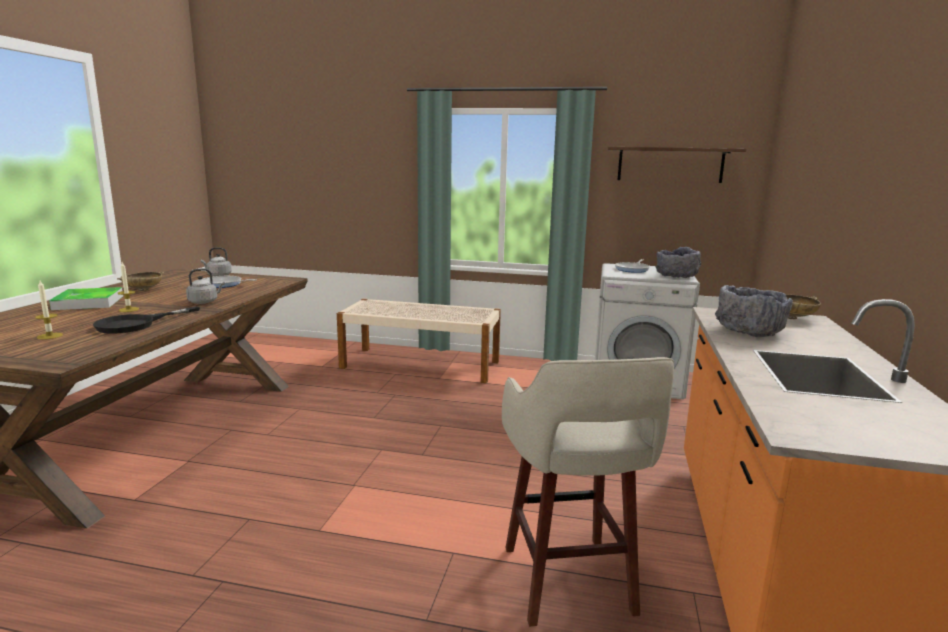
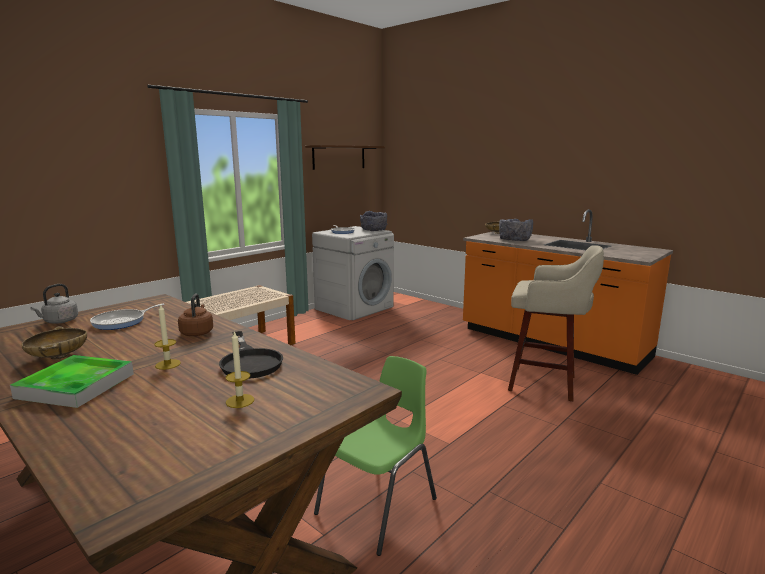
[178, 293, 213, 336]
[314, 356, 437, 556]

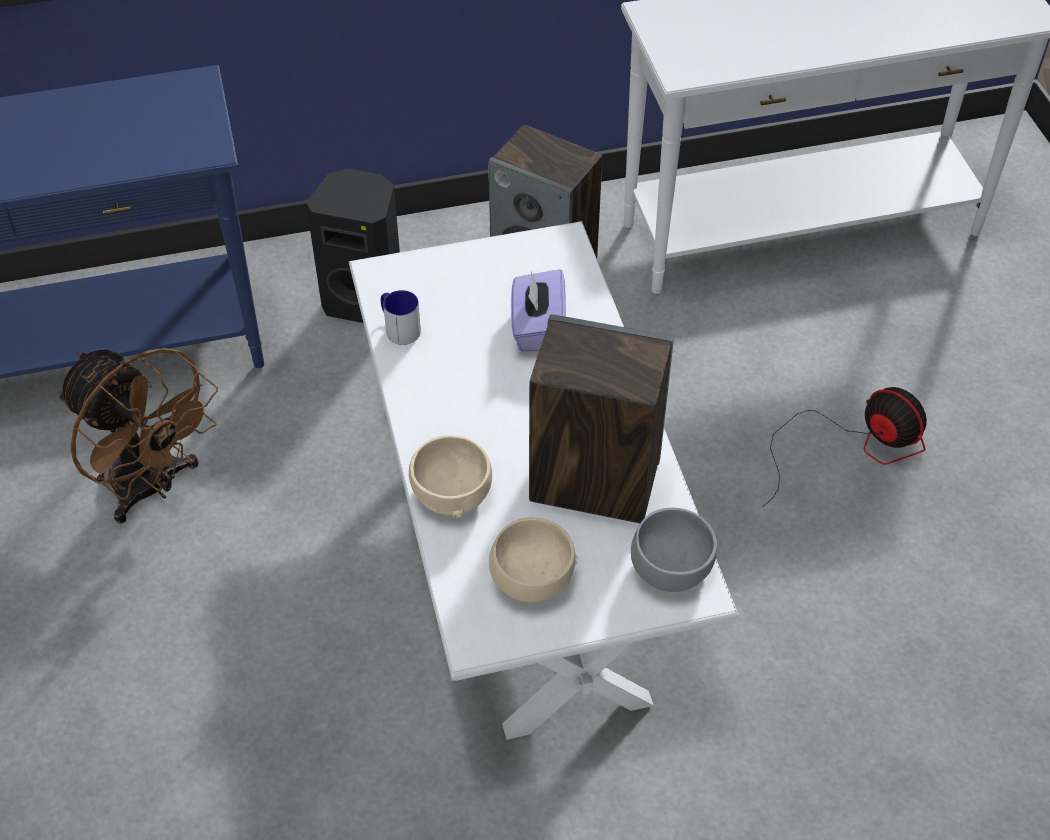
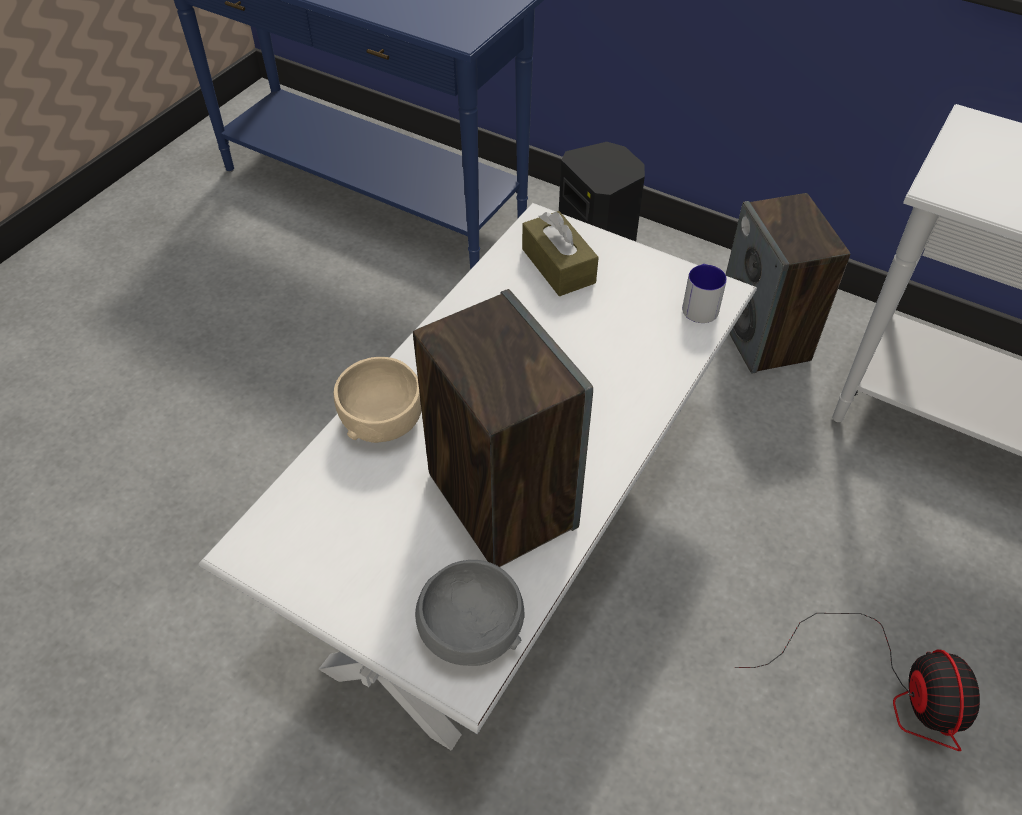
[522, 211, 599, 296]
[682, 264, 727, 323]
[58, 348, 218, 524] (first image)
[489, 517, 578, 602] (first image)
[511, 269, 566, 351] (first image)

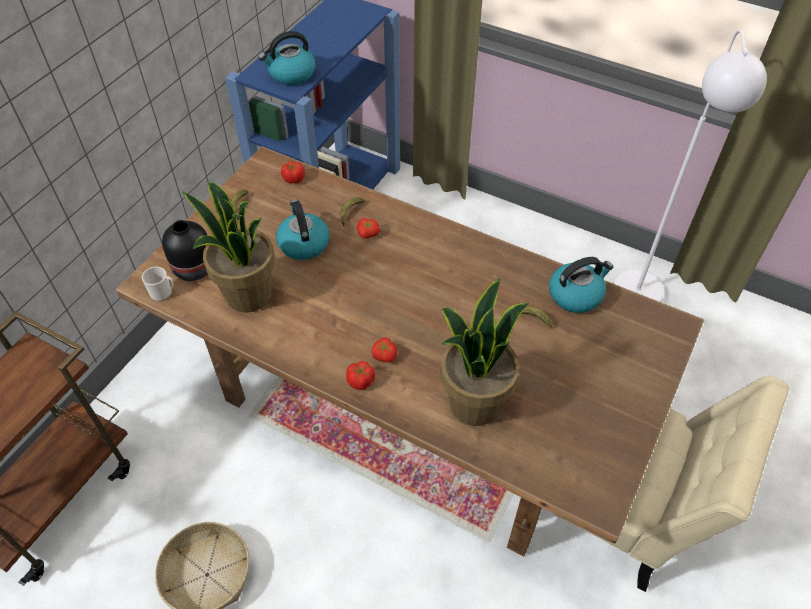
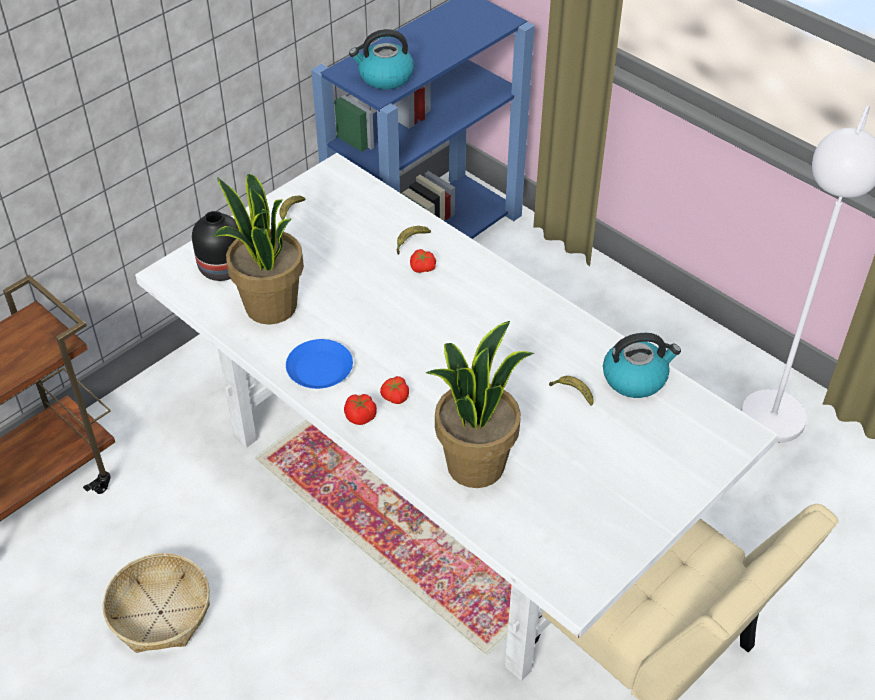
[135, 153, 778, 681]
[286, 339, 353, 389]
[142, 267, 174, 301] (first image)
[276, 200, 330, 260] (first image)
[281, 161, 305, 184] (first image)

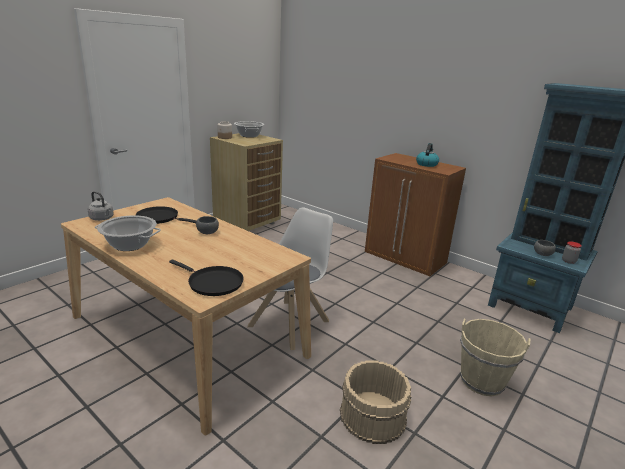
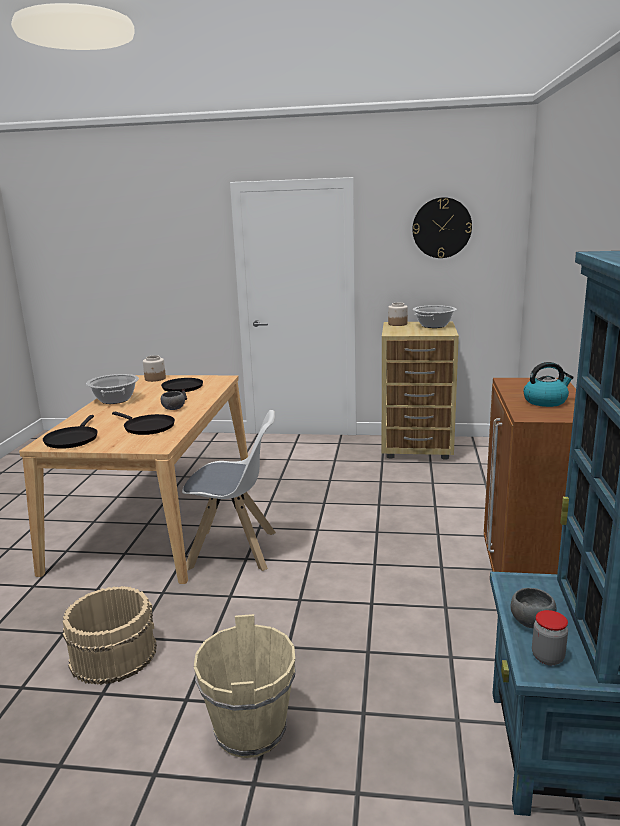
[112, 412, 175, 435]
[143, 355, 166, 382]
[412, 197, 472, 258]

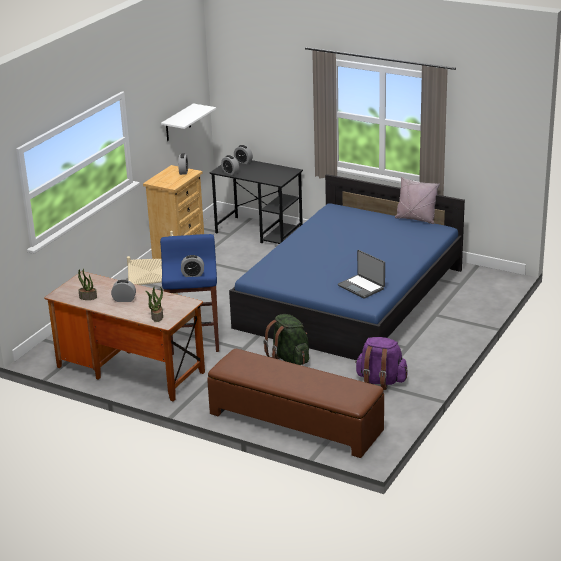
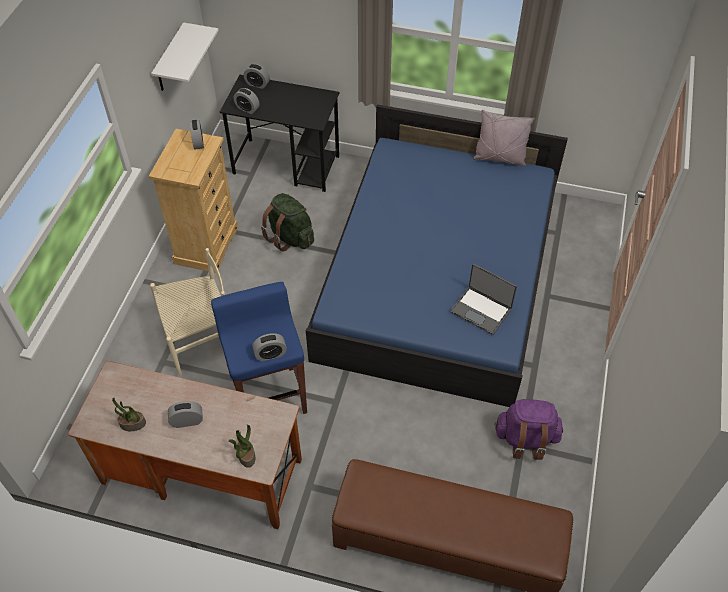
[261, 193, 314, 252]

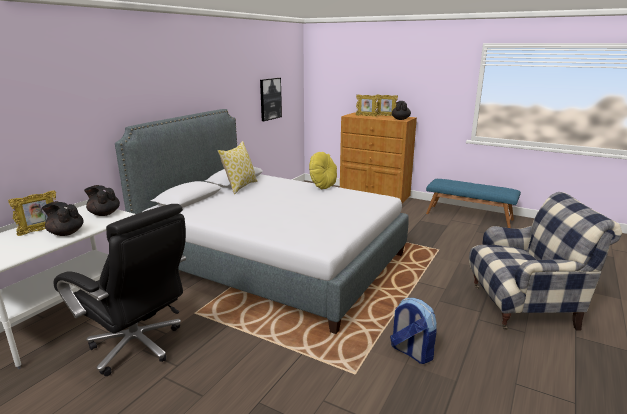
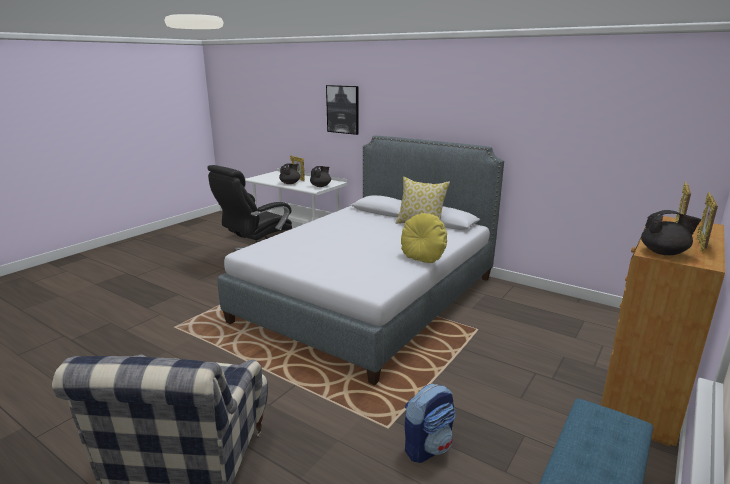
[326, 85, 359, 135]
[405, 384, 456, 463]

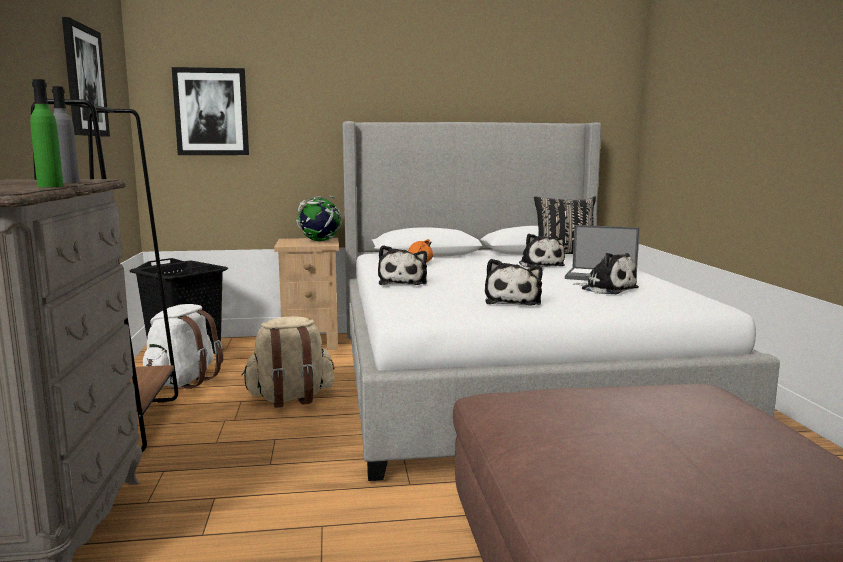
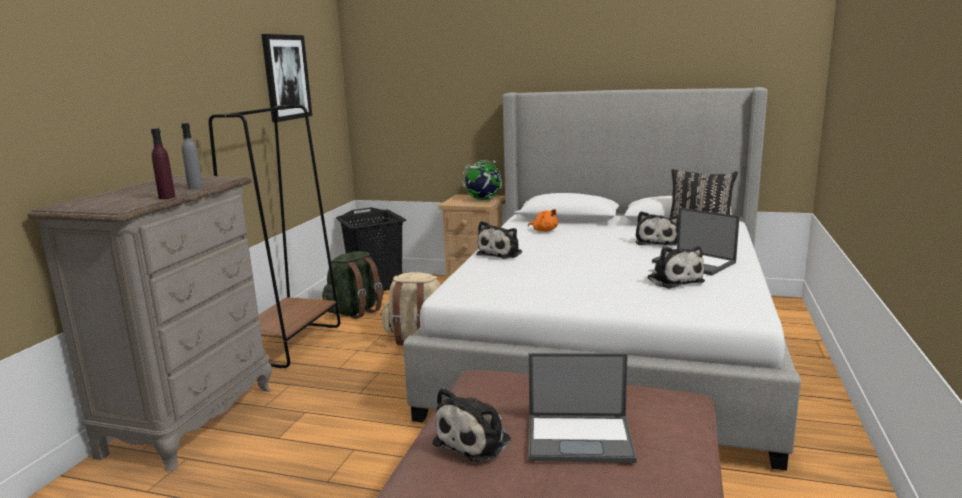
[151, 128, 175, 199]
[322, 251, 384, 319]
[433, 387, 511, 462]
[528, 353, 637, 463]
[172, 67, 249, 155] (first image)

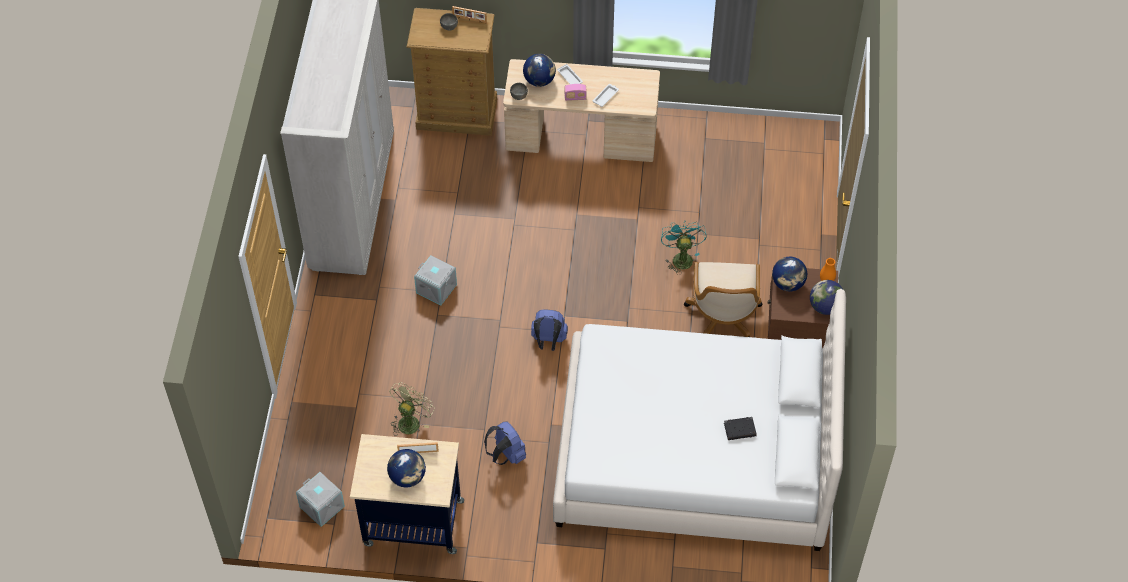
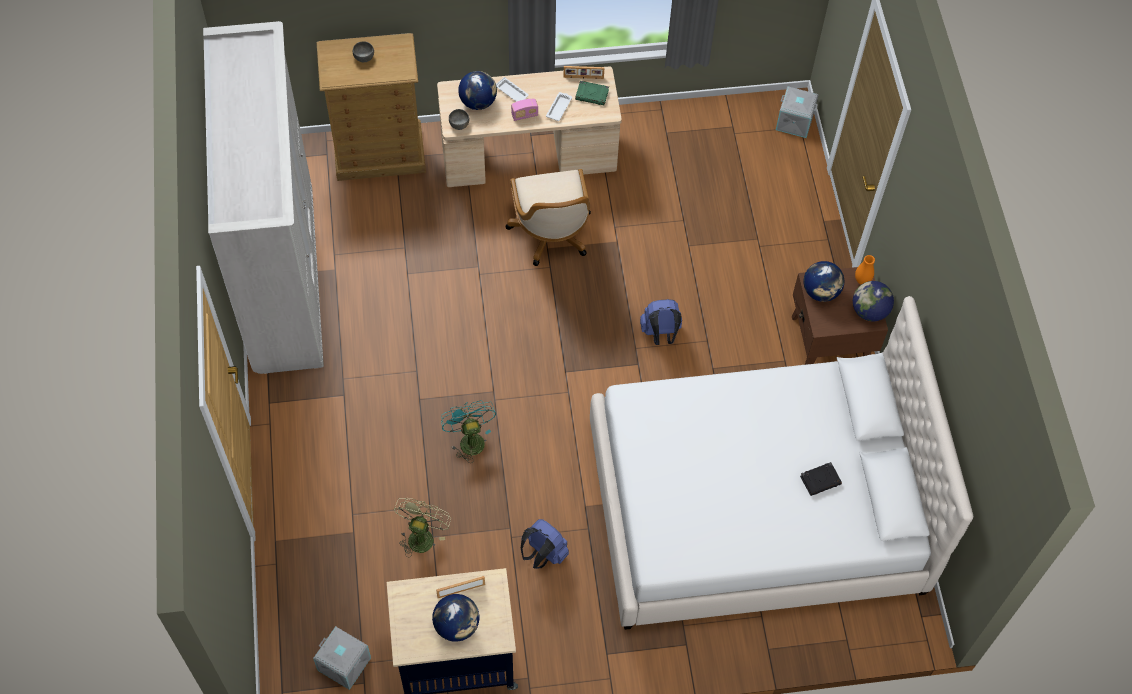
[441, 400, 496, 463]
[506, 169, 591, 266]
[563, 66, 604, 79]
[575, 81, 609, 105]
[640, 299, 682, 345]
[776, 86, 819, 138]

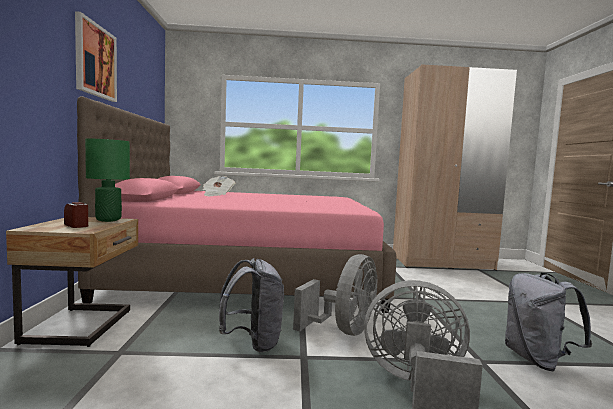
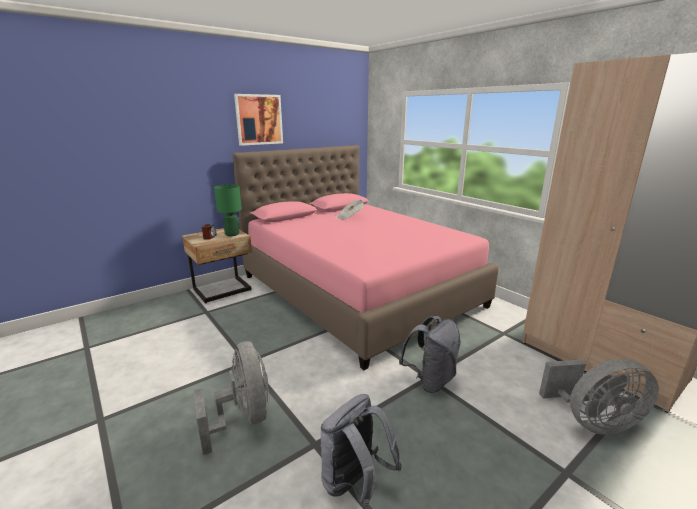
[399, 316, 461, 393]
[539, 359, 659, 435]

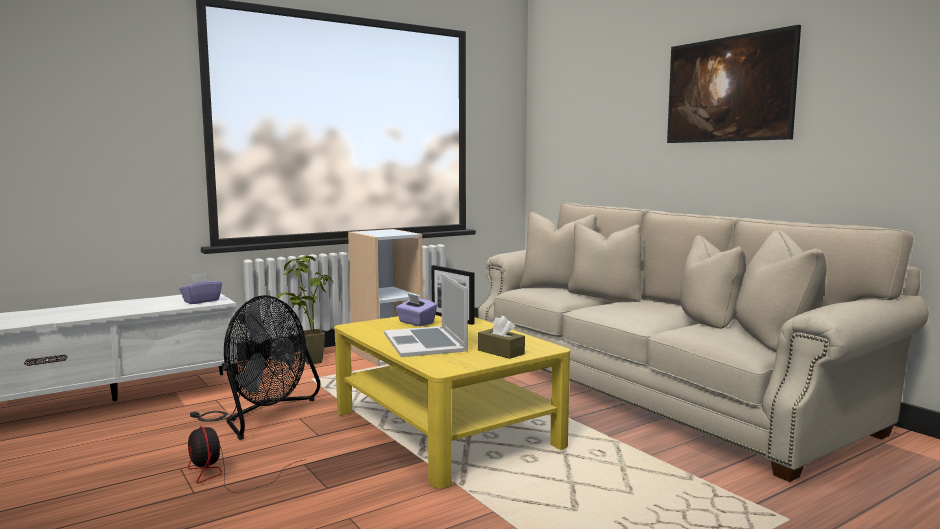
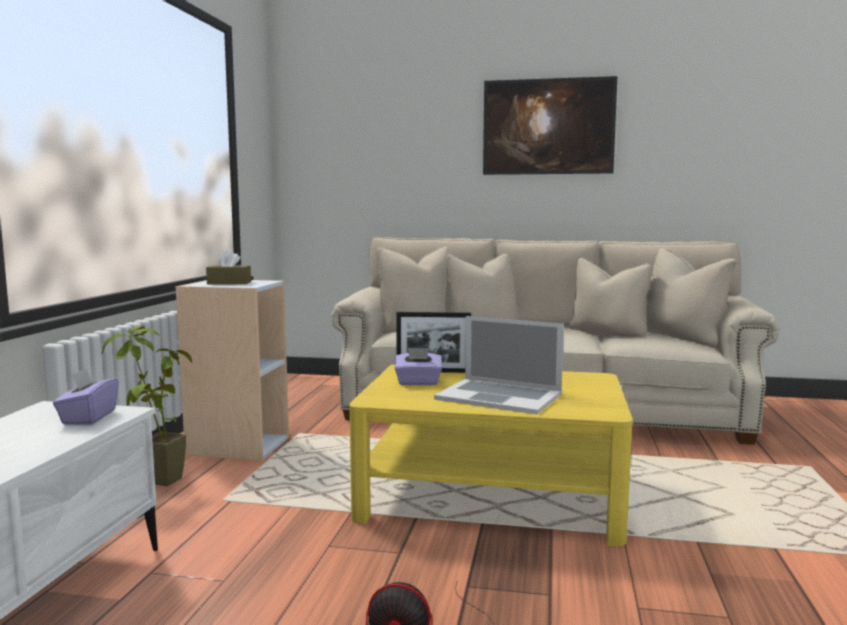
[206, 249, 251, 284]
[190, 295, 320, 440] (first image)

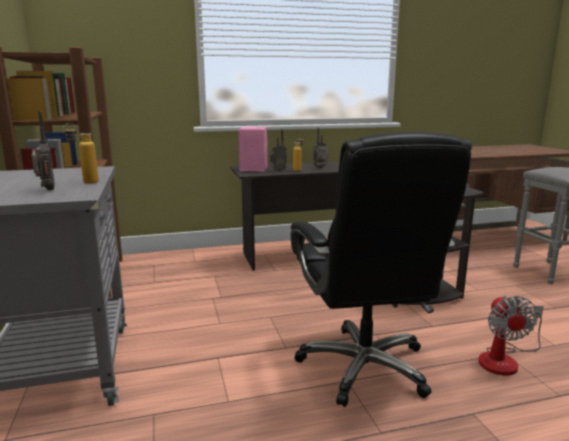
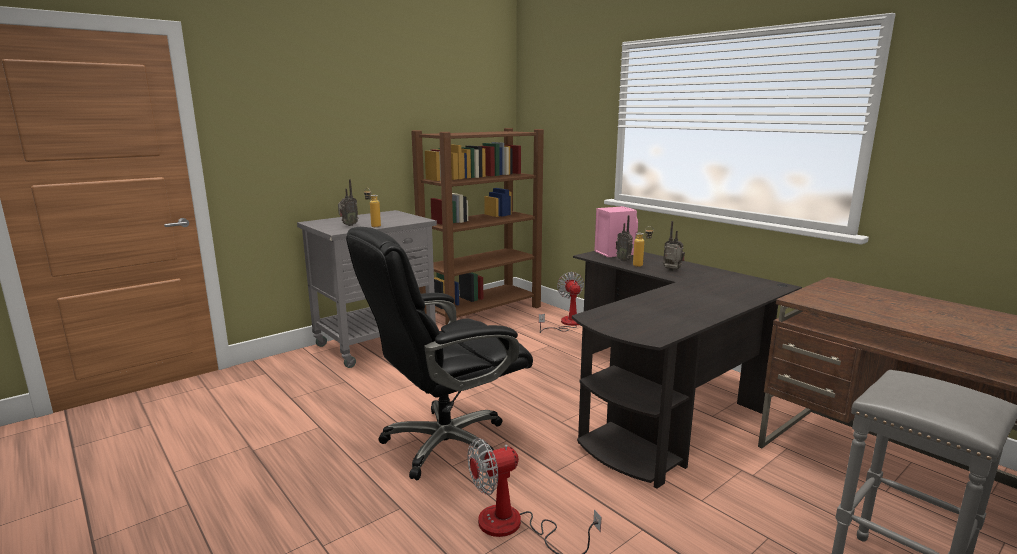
[539, 272, 584, 333]

